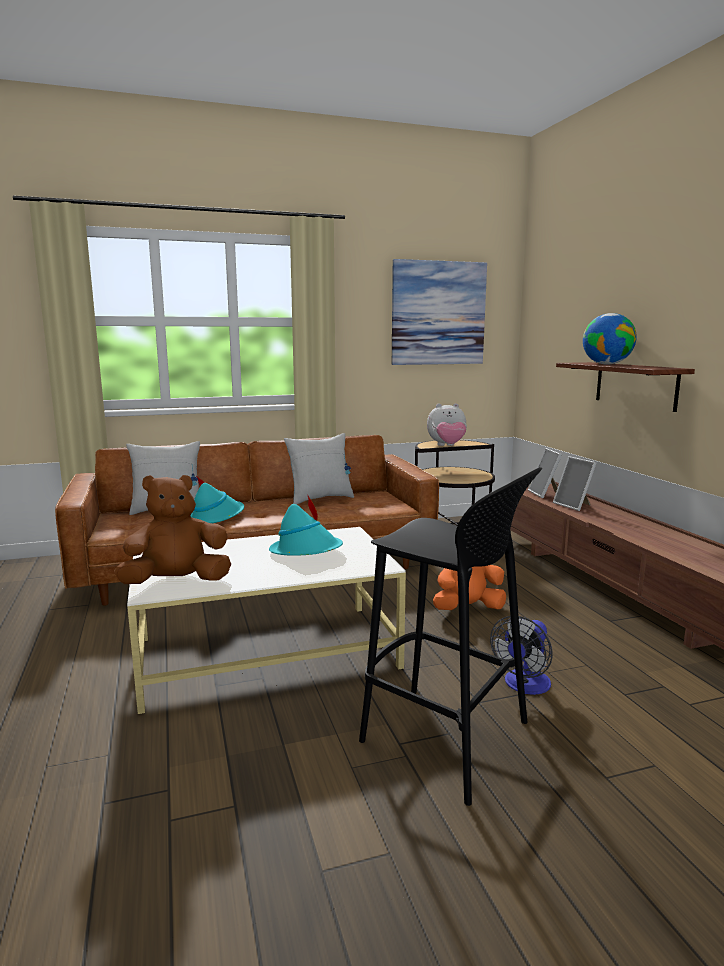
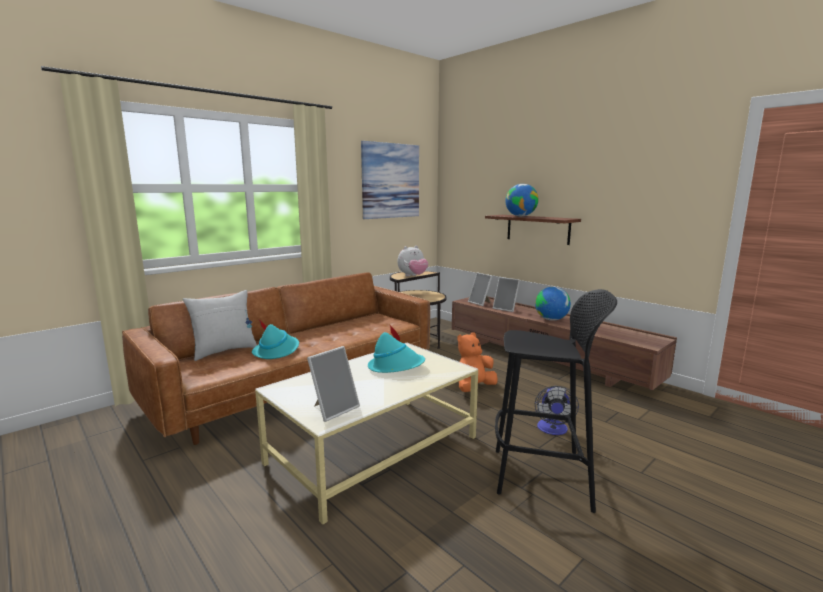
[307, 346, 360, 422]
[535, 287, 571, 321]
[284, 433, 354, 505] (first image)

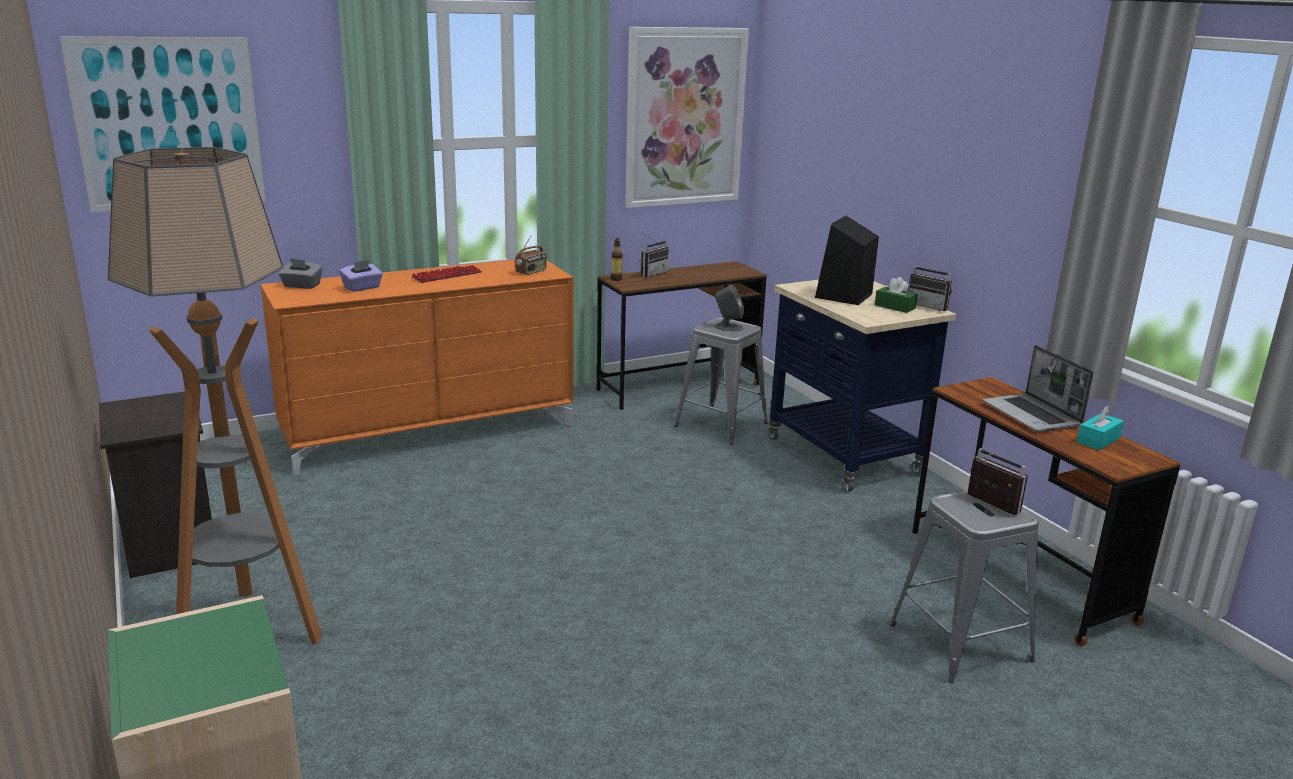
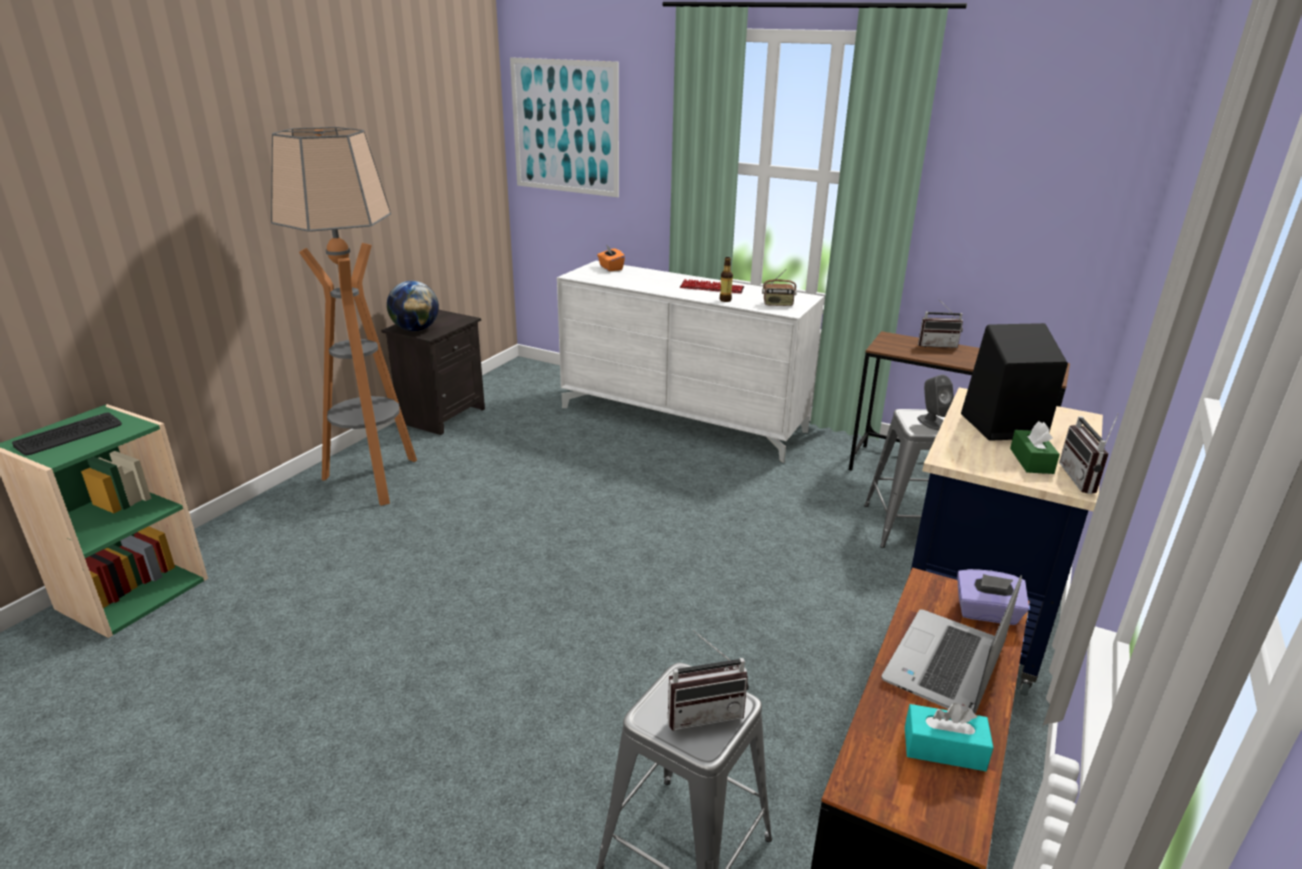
[12, 412, 122, 455]
[387, 281, 439, 331]
[557, 261, 824, 463]
[597, 245, 625, 271]
[668, 630, 749, 731]
[719, 257, 733, 302]
[957, 569, 1029, 625]
[625, 27, 749, 208] (first image)

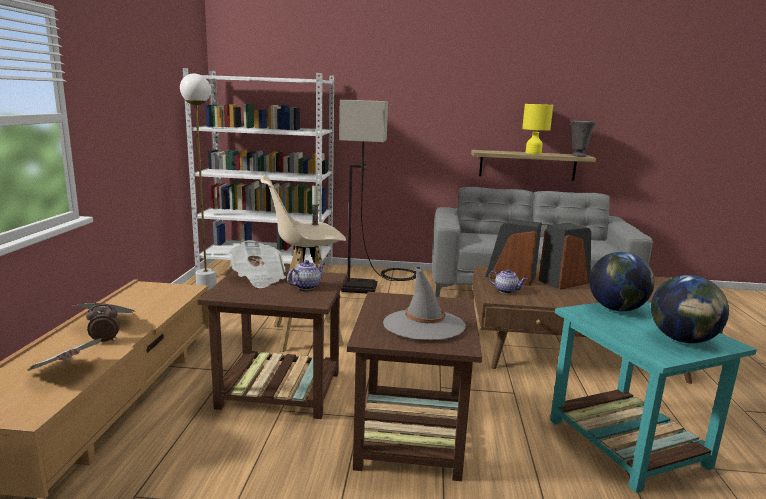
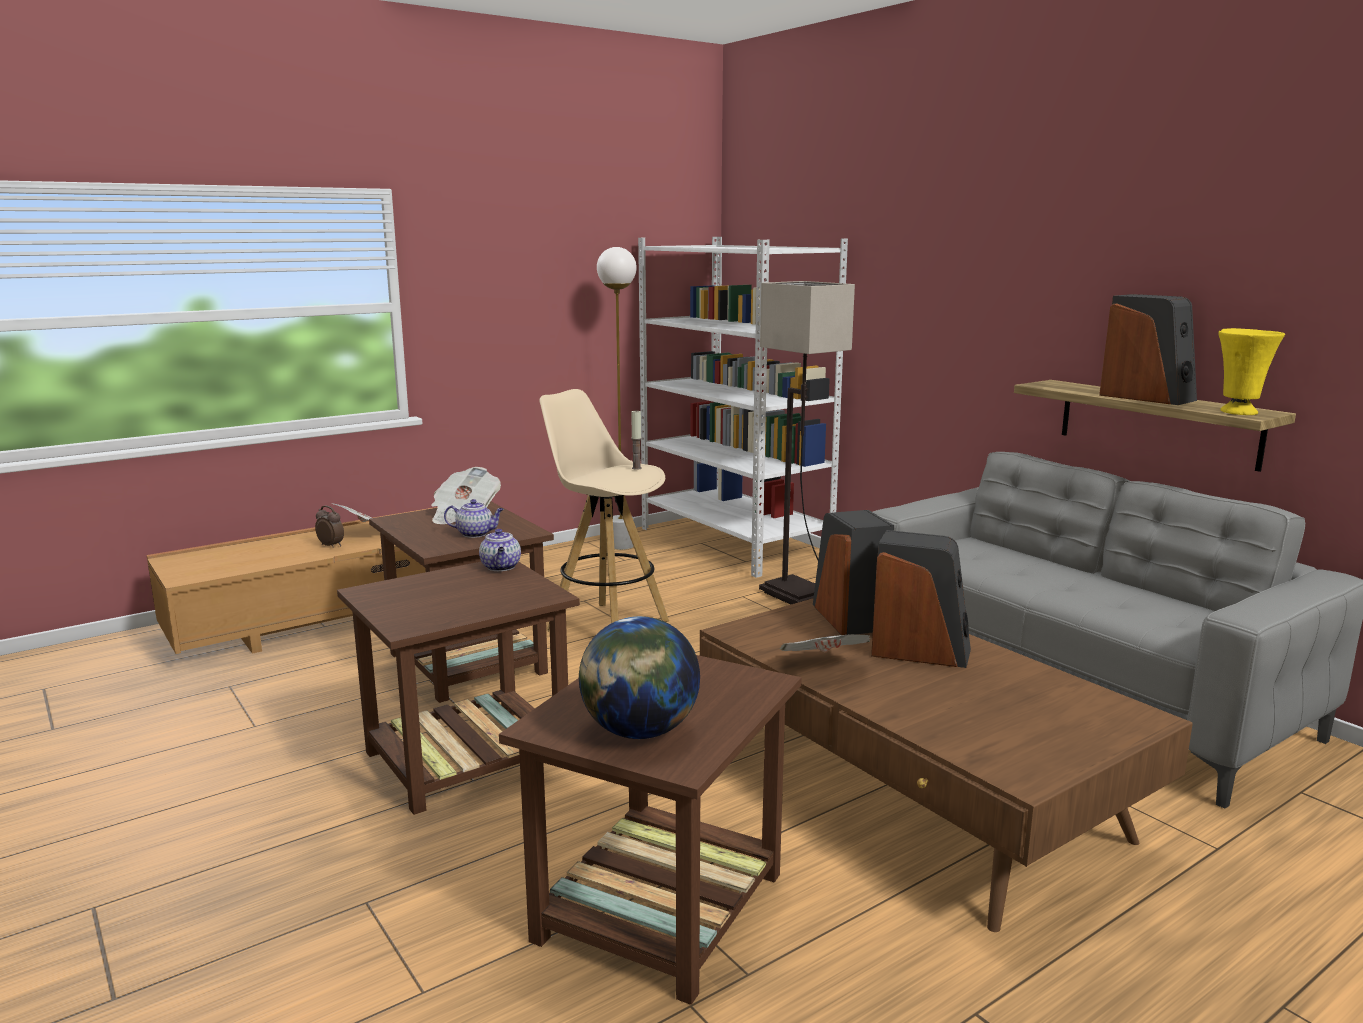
[479, 529, 521, 571]
[499, 655, 802, 1005]
[780, 634, 870, 653]
[1099, 294, 1197, 405]
[1219, 328, 1285, 415]
[383, 266, 466, 340] (first image)
[589, 252, 654, 311] (first image)

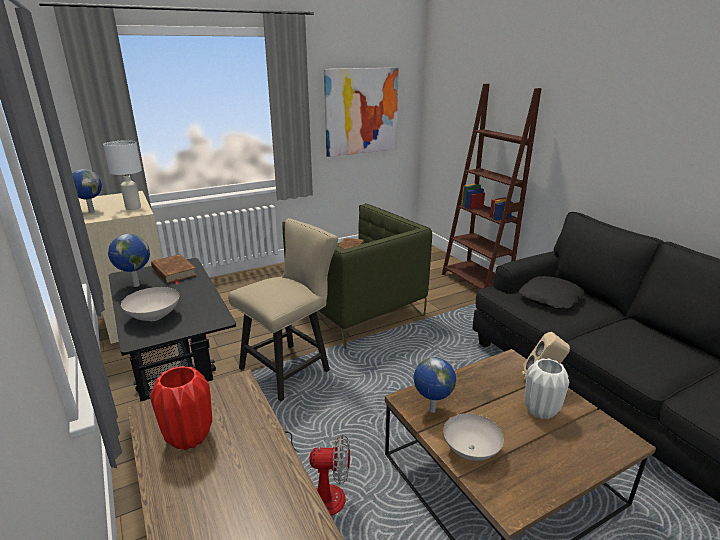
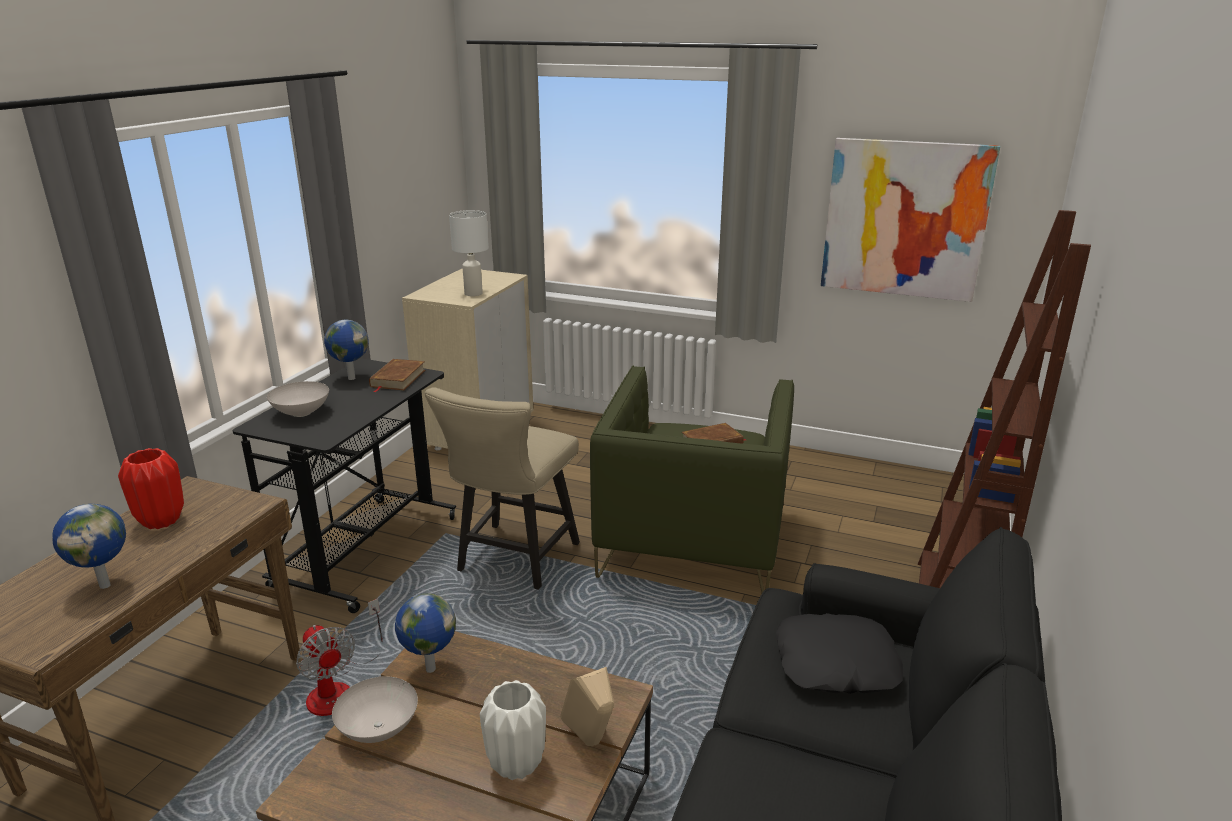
[52, 504, 126, 589]
[425, 387, 580, 590]

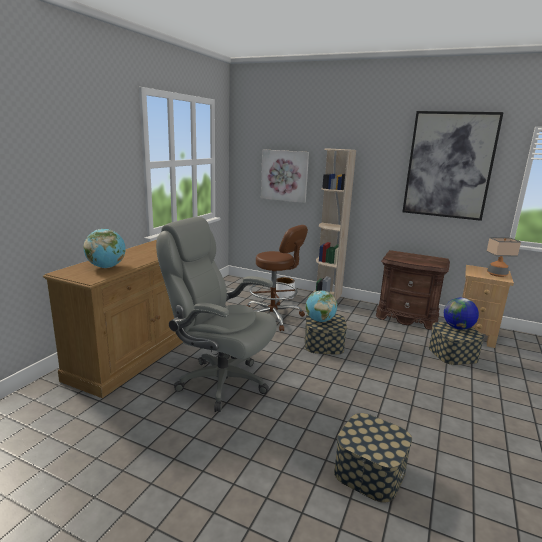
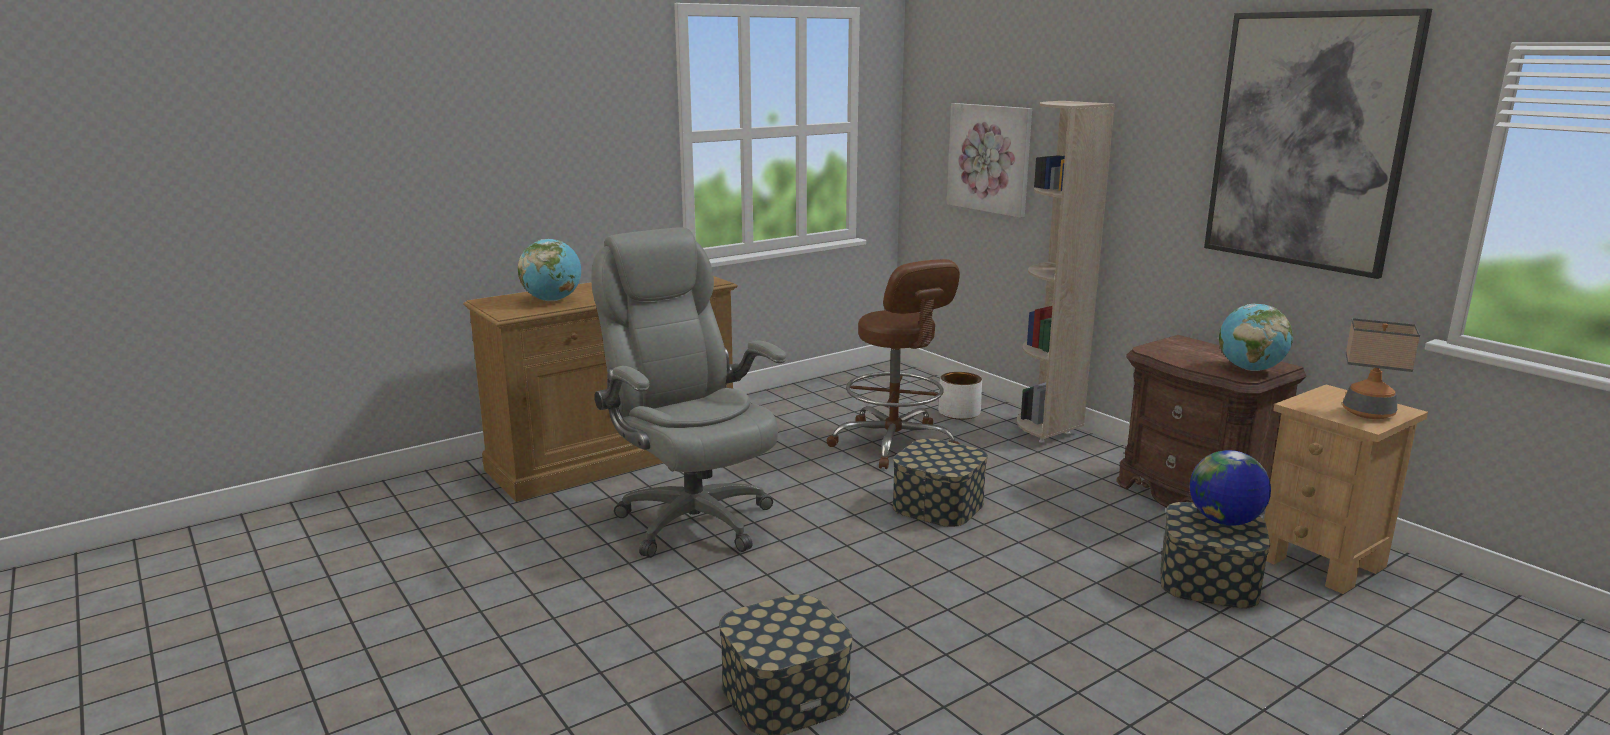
[1219, 304, 1293, 371]

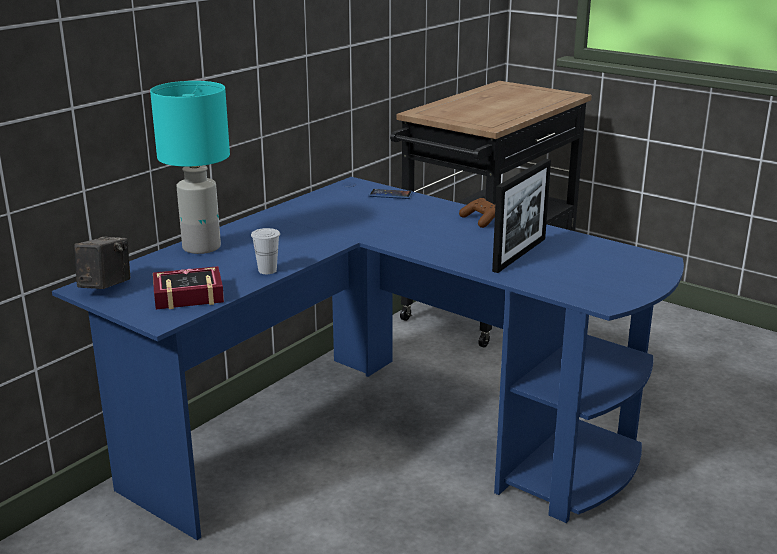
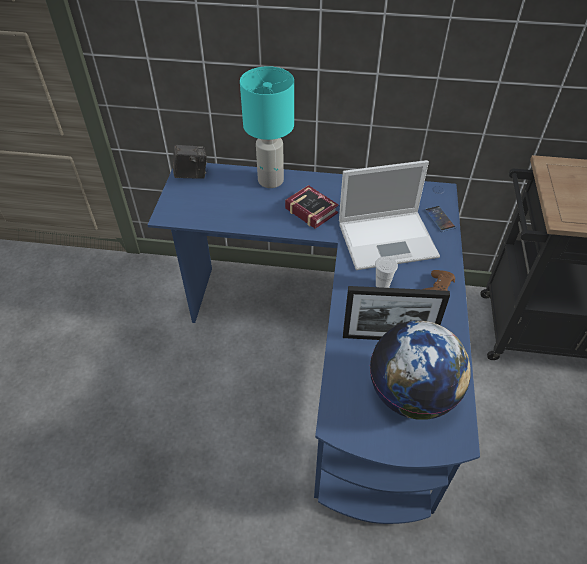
[285, 185, 339, 229]
[339, 160, 440, 270]
[370, 320, 471, 420]
[375, 256, 398, 288]

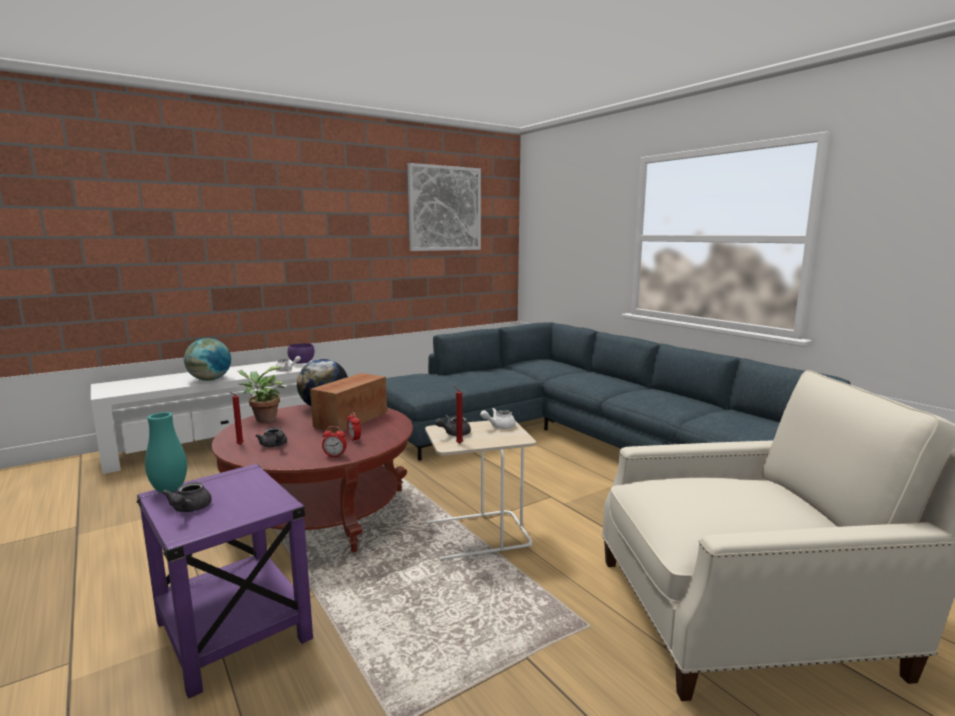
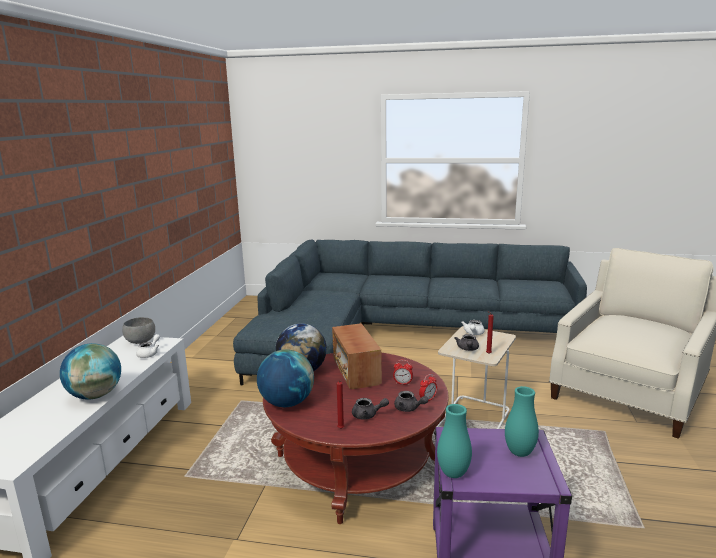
[122, 317, 155, 344]
[257, 349, 314, 407]
[394, 391, 428, 412]
[505, 386, 539, 457]
[408, 163, 481, 251] (first image)

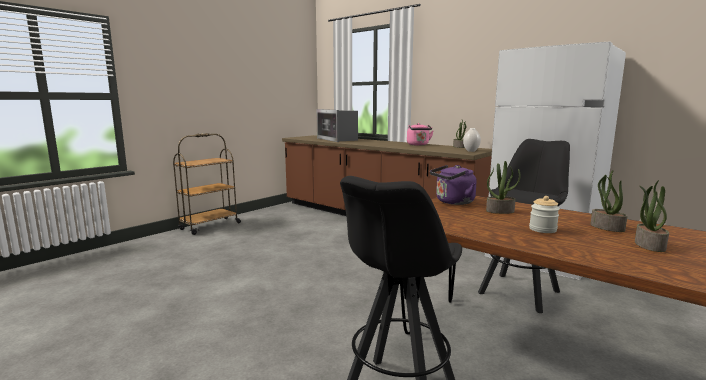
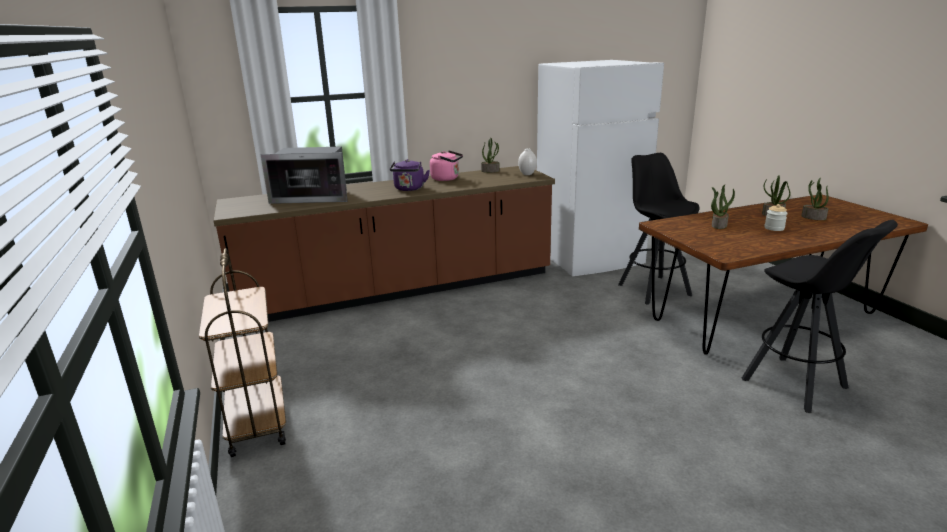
[390, 159, 430, 191]

